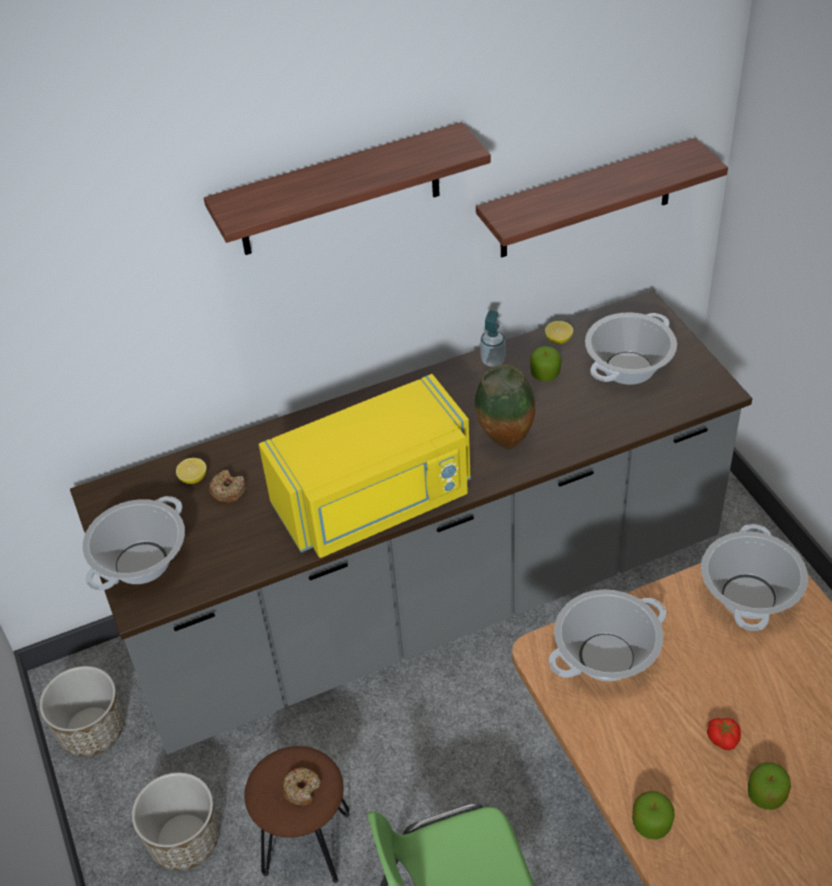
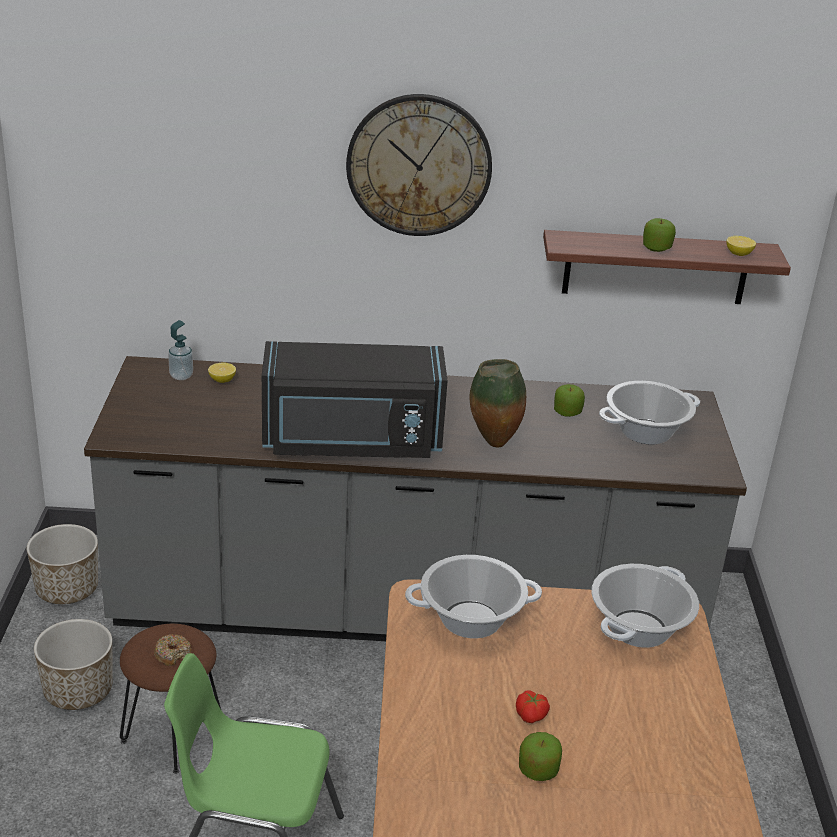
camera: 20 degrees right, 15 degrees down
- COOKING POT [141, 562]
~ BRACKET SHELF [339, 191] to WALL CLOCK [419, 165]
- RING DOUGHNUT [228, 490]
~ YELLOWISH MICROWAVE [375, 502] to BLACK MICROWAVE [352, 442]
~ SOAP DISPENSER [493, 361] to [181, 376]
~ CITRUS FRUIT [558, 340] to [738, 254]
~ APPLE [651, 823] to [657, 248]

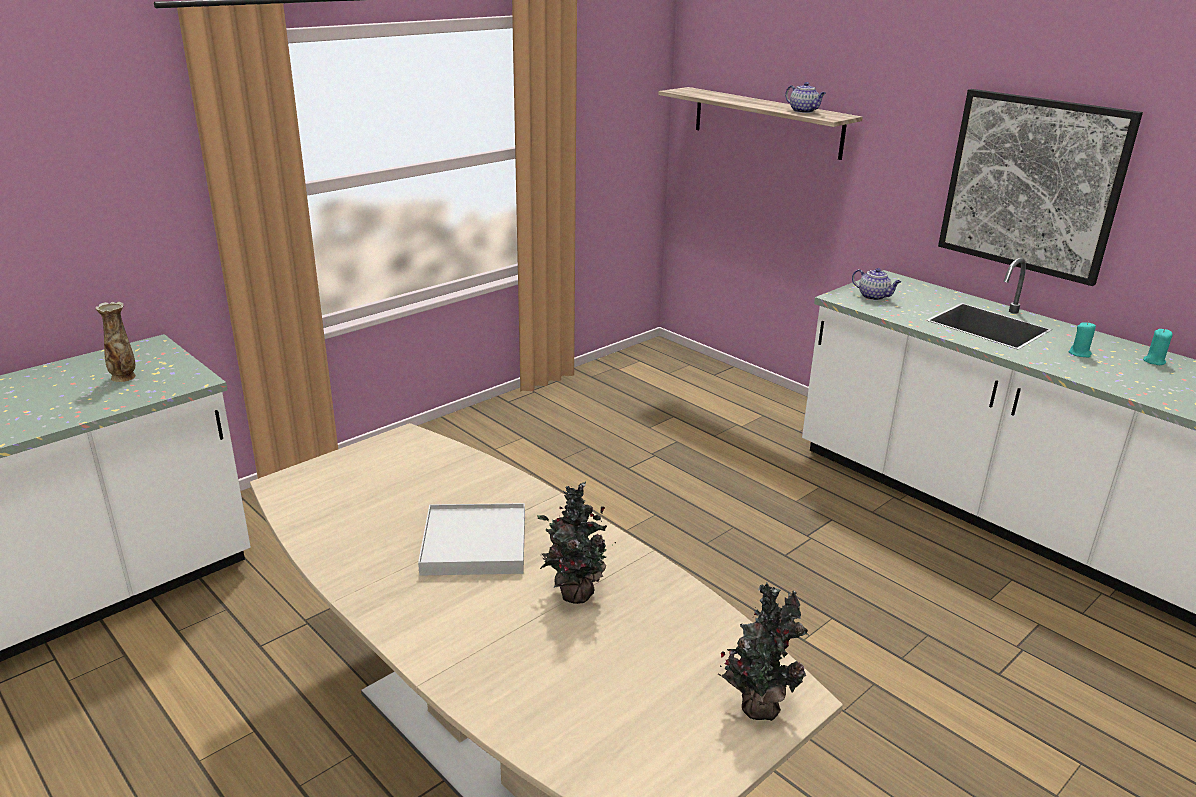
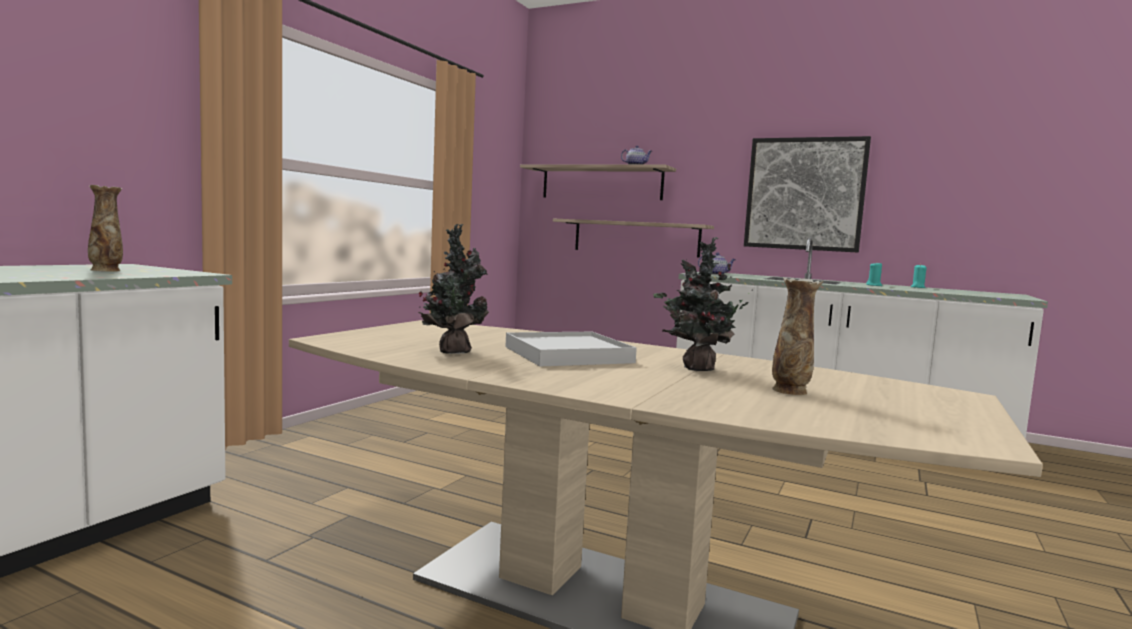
camera: 20 degrees left, 20 degrees down
~ HOUSEPLANT [757, 705] to [453, 351]
+ BRACKET SHELF [636, 238]
+ FLOWER VASE [790, 391]

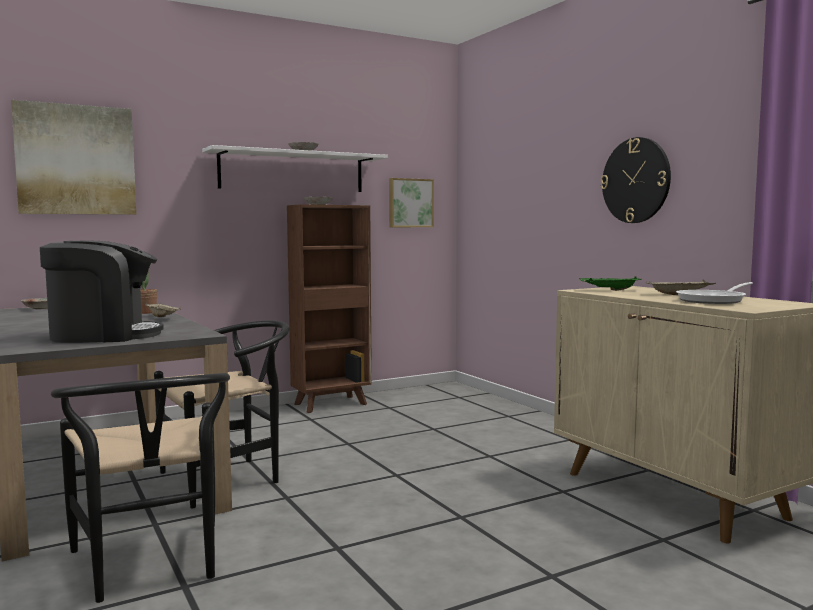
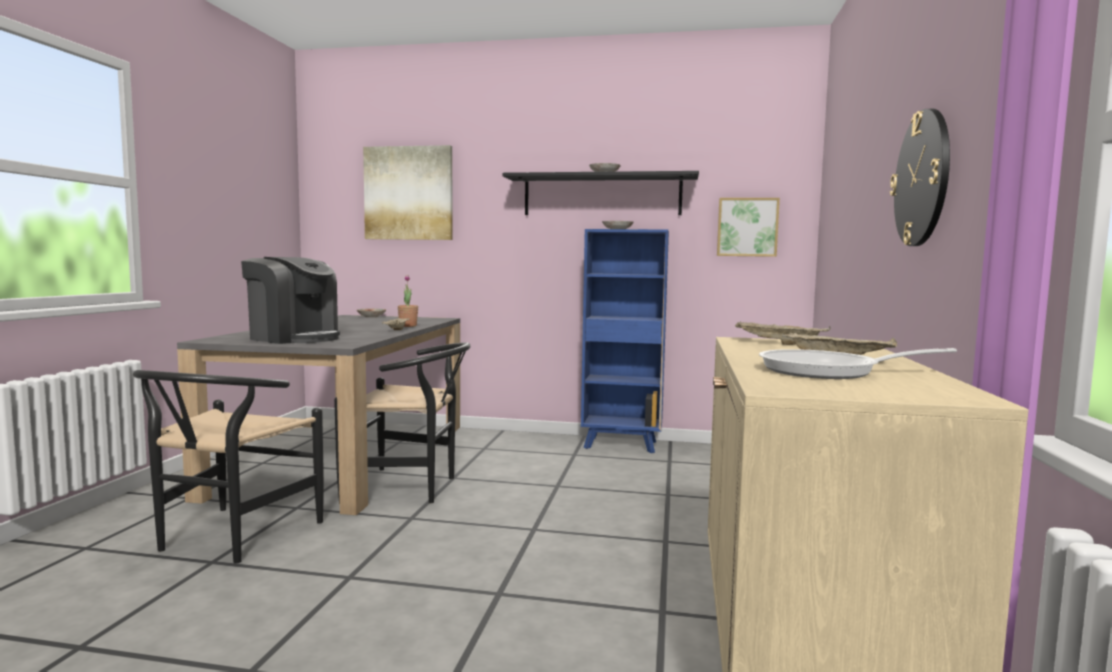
camera: 40 degrees right, 0 degrees up
~ WHITE BRACKET SHELF [292, 172] to BLACK BRACKET SHELF [602, 195]
~ BROWNISH SHELVING UNIT [332, 404] to BLUE SHELVING UNIT [622, 445]
~ GREEN CARRYING TRAY [609, 290] to SAND-COLOURED CARRYING TRAY [778, 343]

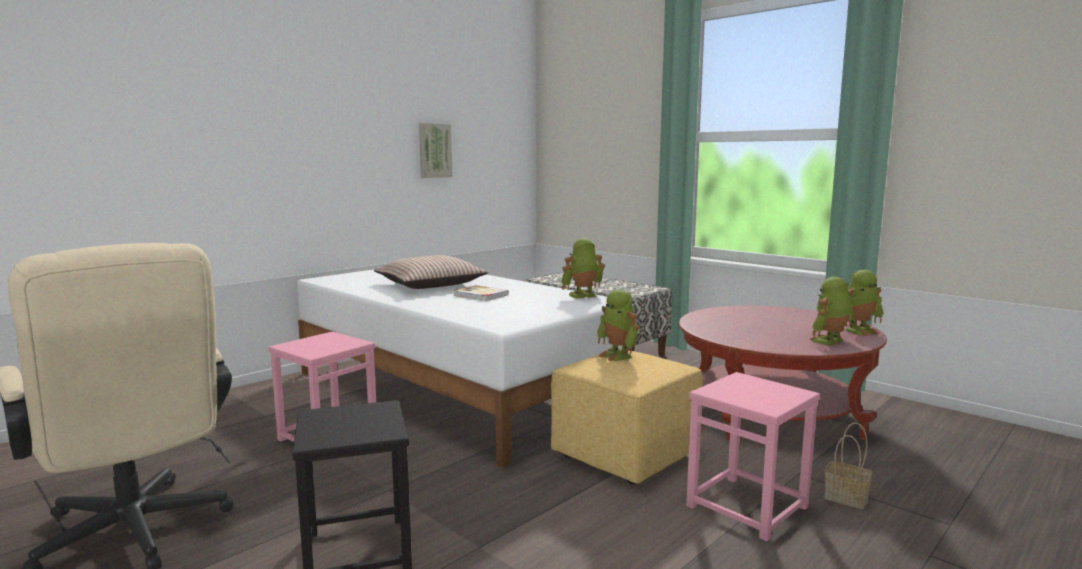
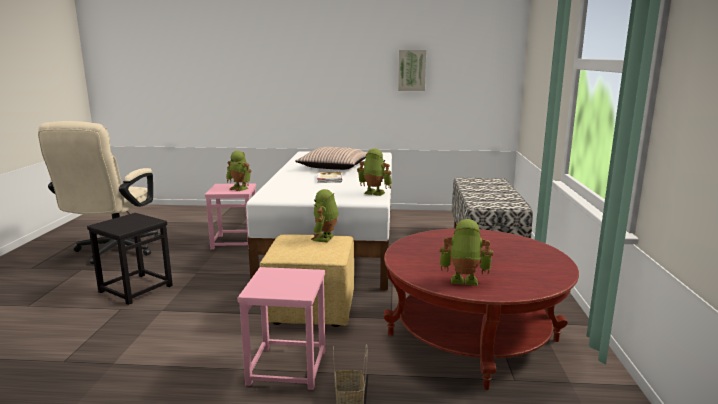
camera: 50 degrees right, 5 degrees up
~ MODEL ROBOT [859, 331] to [240, 188]

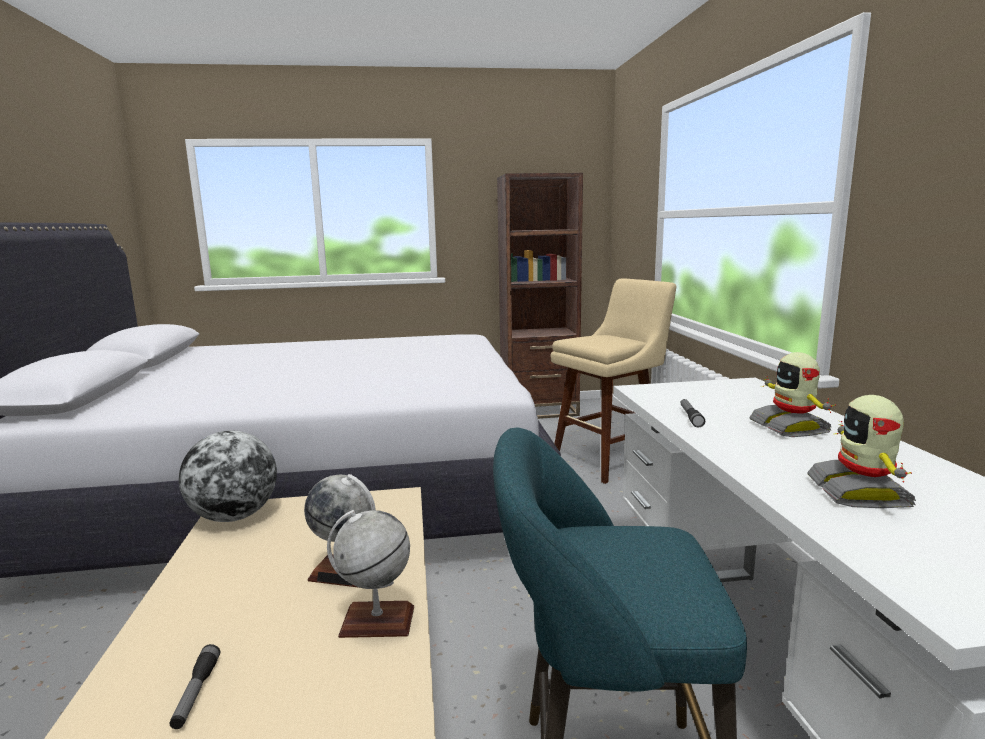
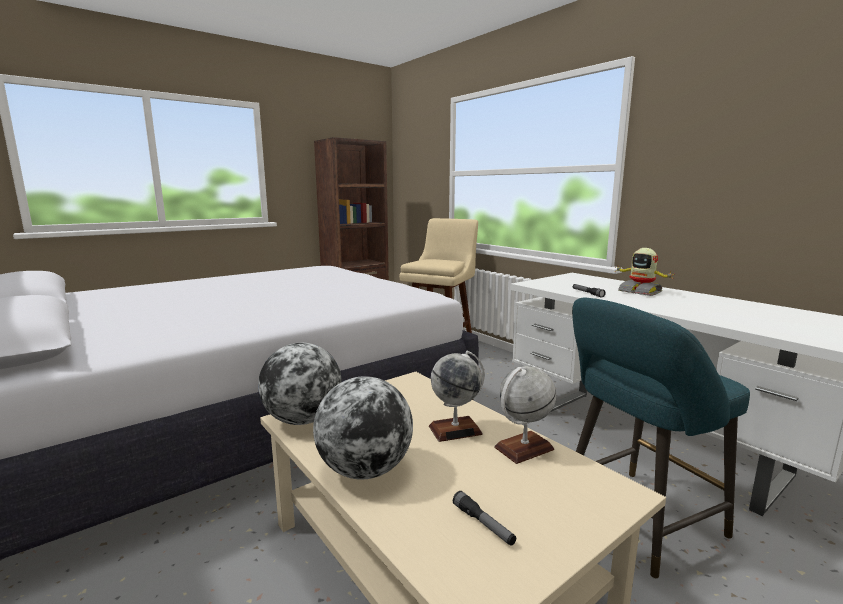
camera: 30 degrees left, 0 degrees up
- MODEL ROBOT [860, 492]
+ GLOBE [364, 470]

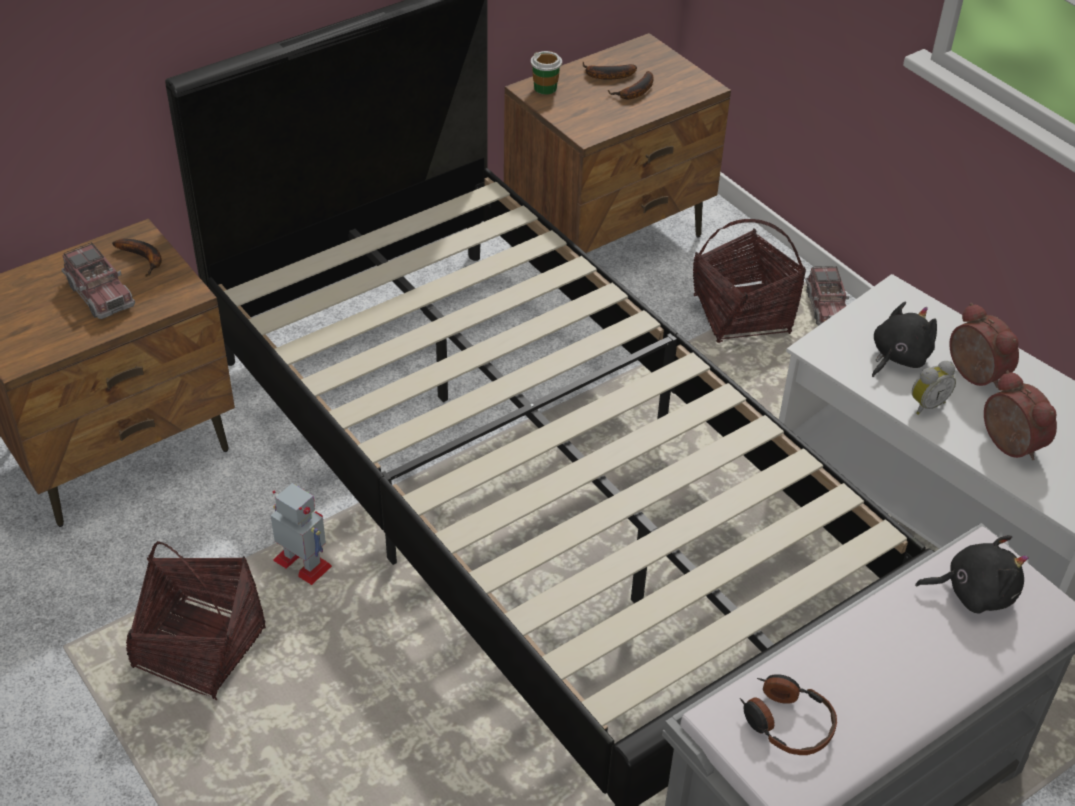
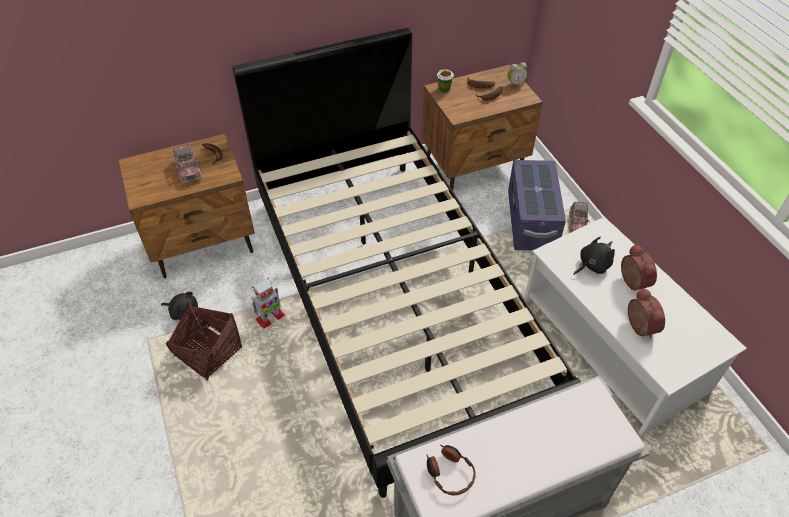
camera: 15 degrees right, 5 degrees up
~ MODEL ROBOT [303, 565] = [270, 318] 90 degrees clockwise
~ STORAGE BASKET [742, 315] to PURPLISH STORAGE BOX [531, 221]
~ BEDSIDE CLOCK [926, 404] to [515, 83]
~ BLACK PLUSH TOY [973, 592] to [183, 311]

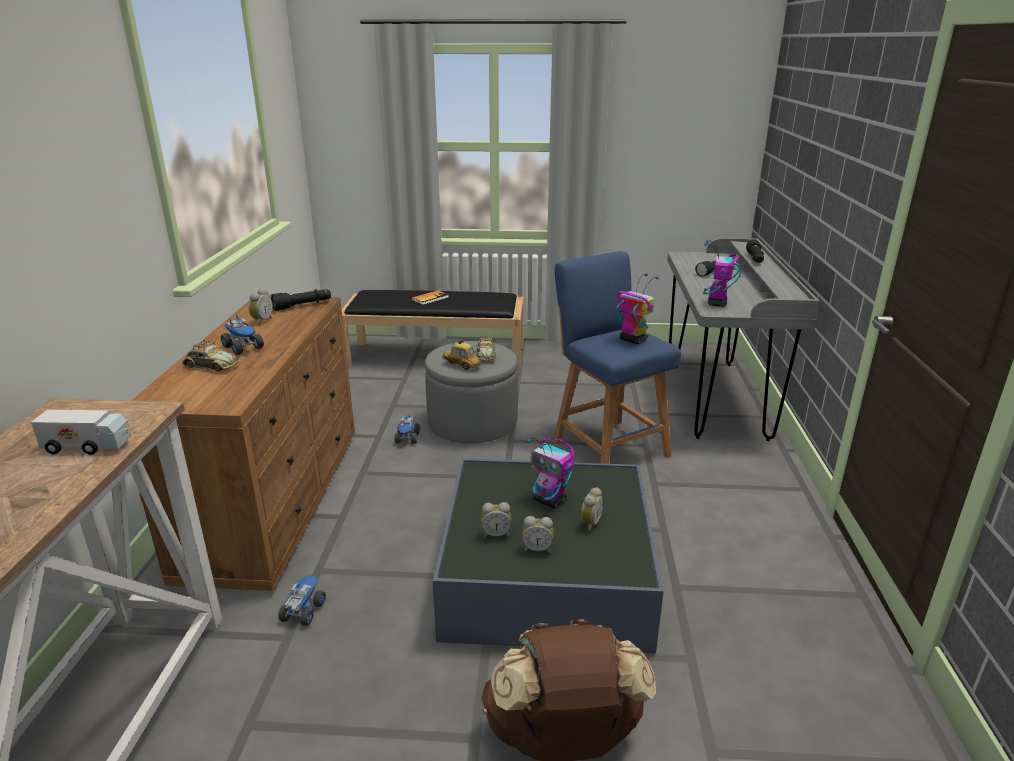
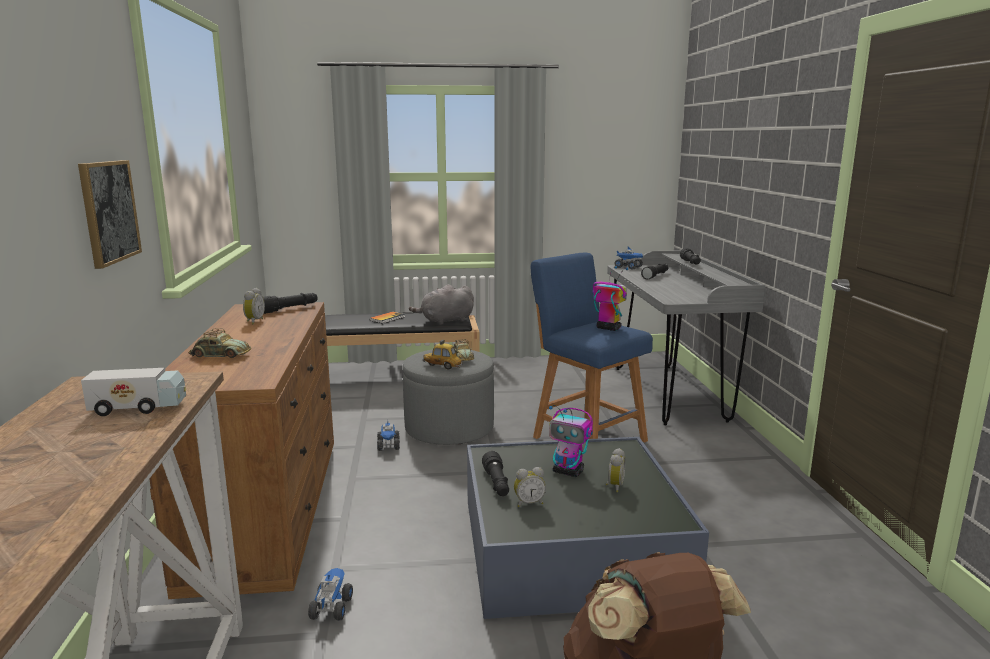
camera: 10 degrees left, 10 degrees down
~ TOY LORRY [244, 348] to [628, 267]
- BEDSIDE CLOCK [537, 549]
- MODEL ROBOT [717, 303]
+ WALL ART [108, 211]
+ GRAY PLUSH TOY [445, 321]
+ BLACK TORCH [497, 484]

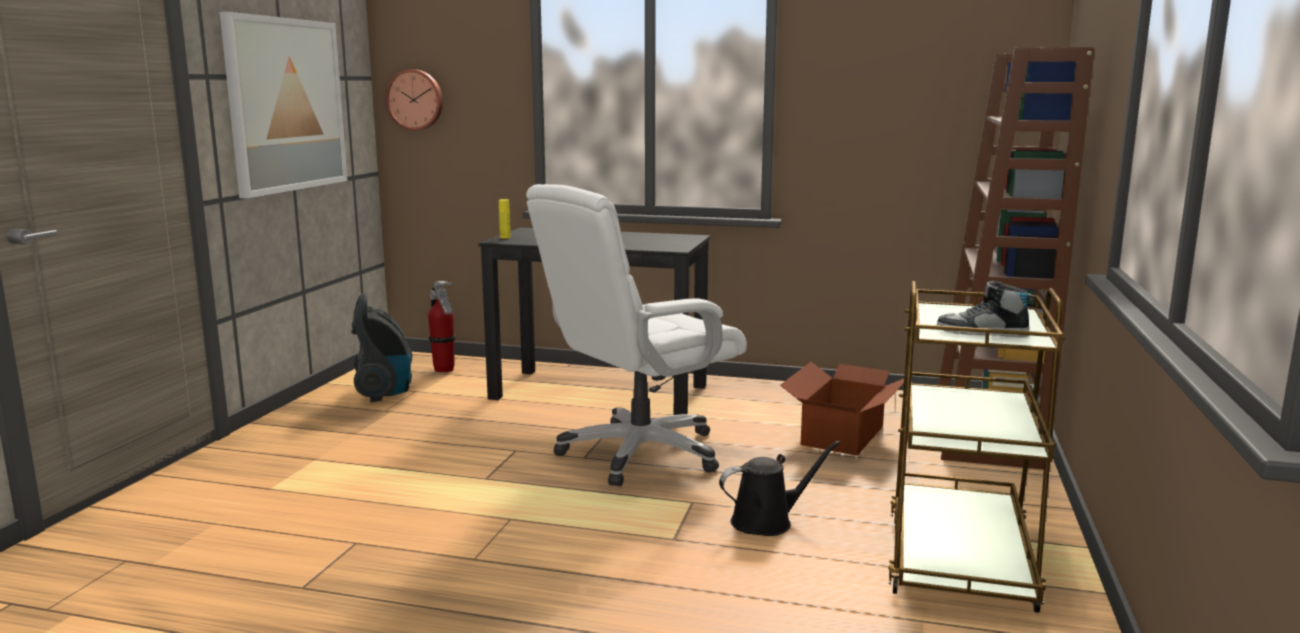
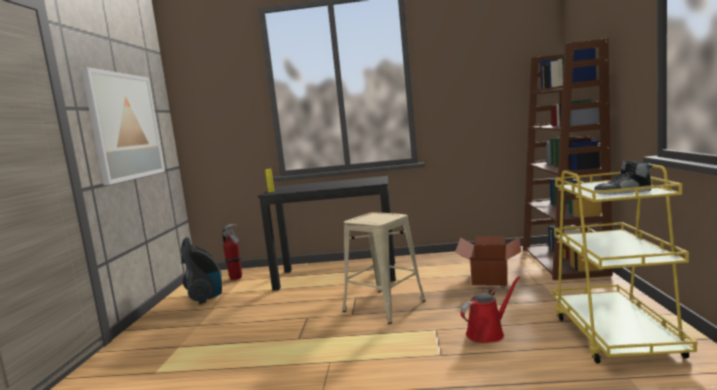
camera: 10 degrees left, 5 degrees down
- WALL CLOCK [415, 100]
~ WHITE OFFICE CHAIR [639, 453] to SAND-COLOURED STOOL [383, 306]
~ BLACK WATERING CAN [767, 521] to RED WATERING CAN [488, 333]
~ BROWNISH CART [959, 560] to YELLOWISH CART [614, 335]

